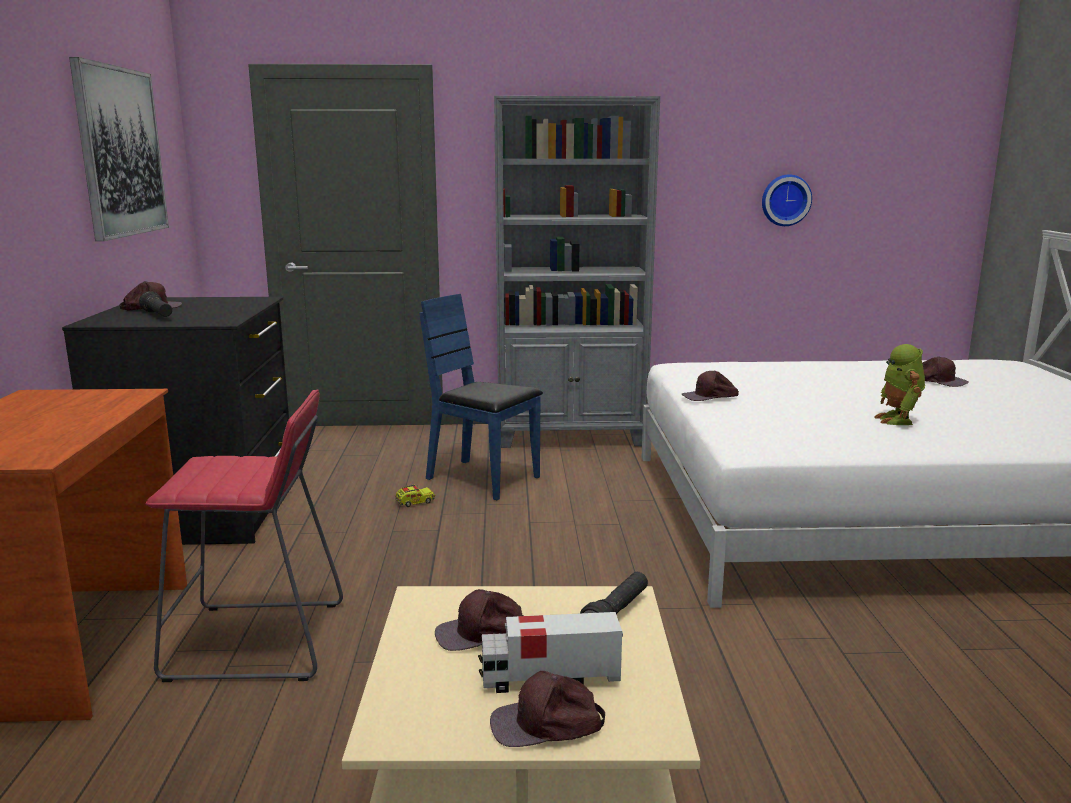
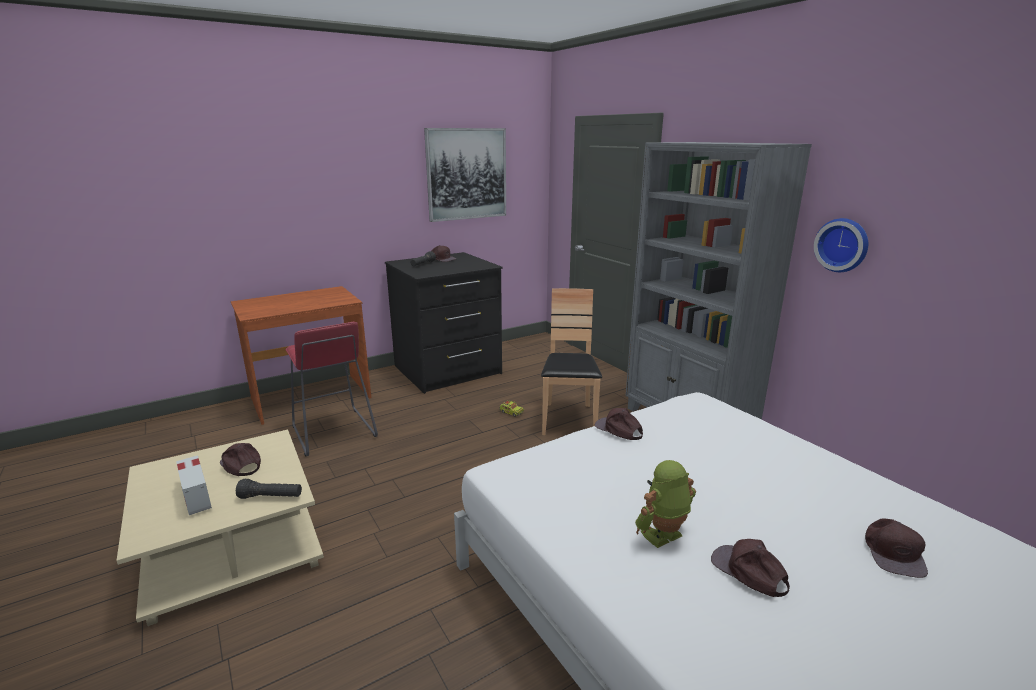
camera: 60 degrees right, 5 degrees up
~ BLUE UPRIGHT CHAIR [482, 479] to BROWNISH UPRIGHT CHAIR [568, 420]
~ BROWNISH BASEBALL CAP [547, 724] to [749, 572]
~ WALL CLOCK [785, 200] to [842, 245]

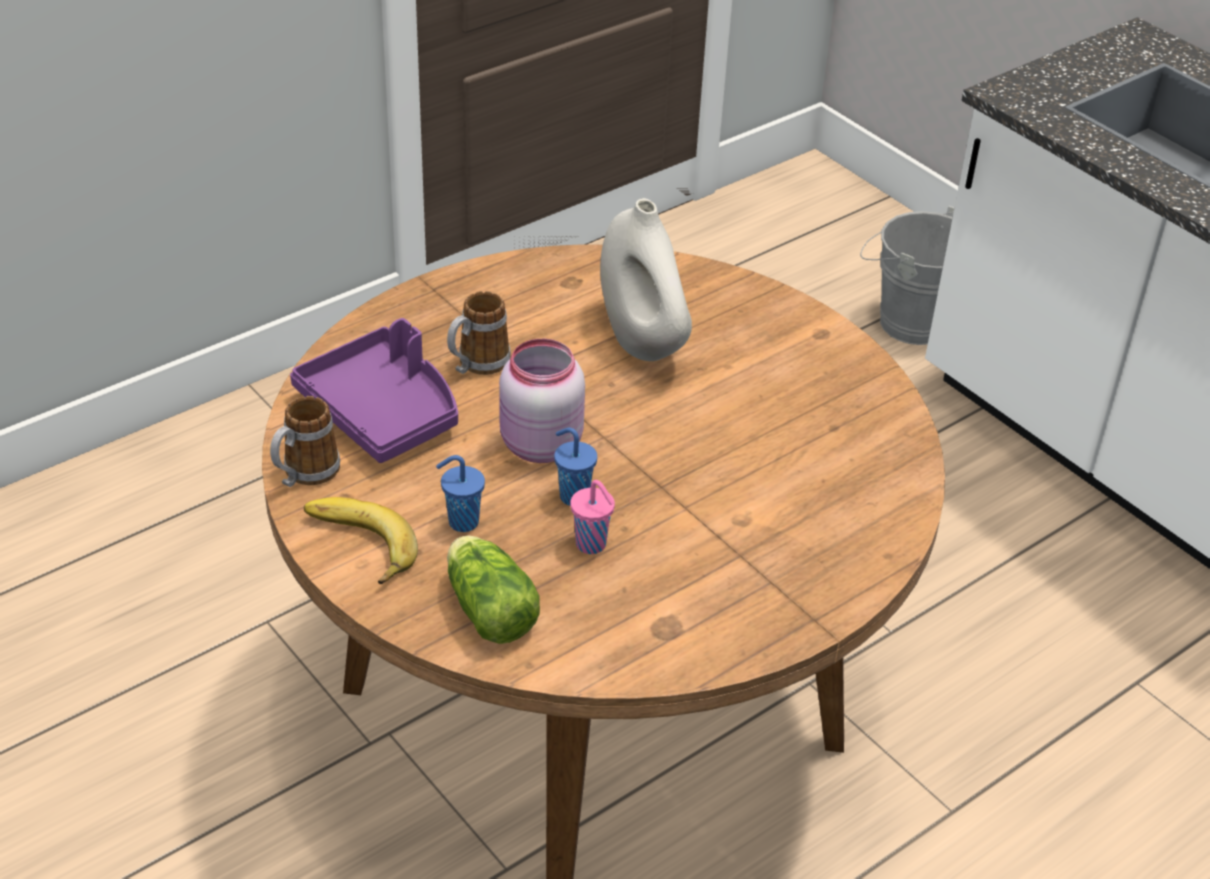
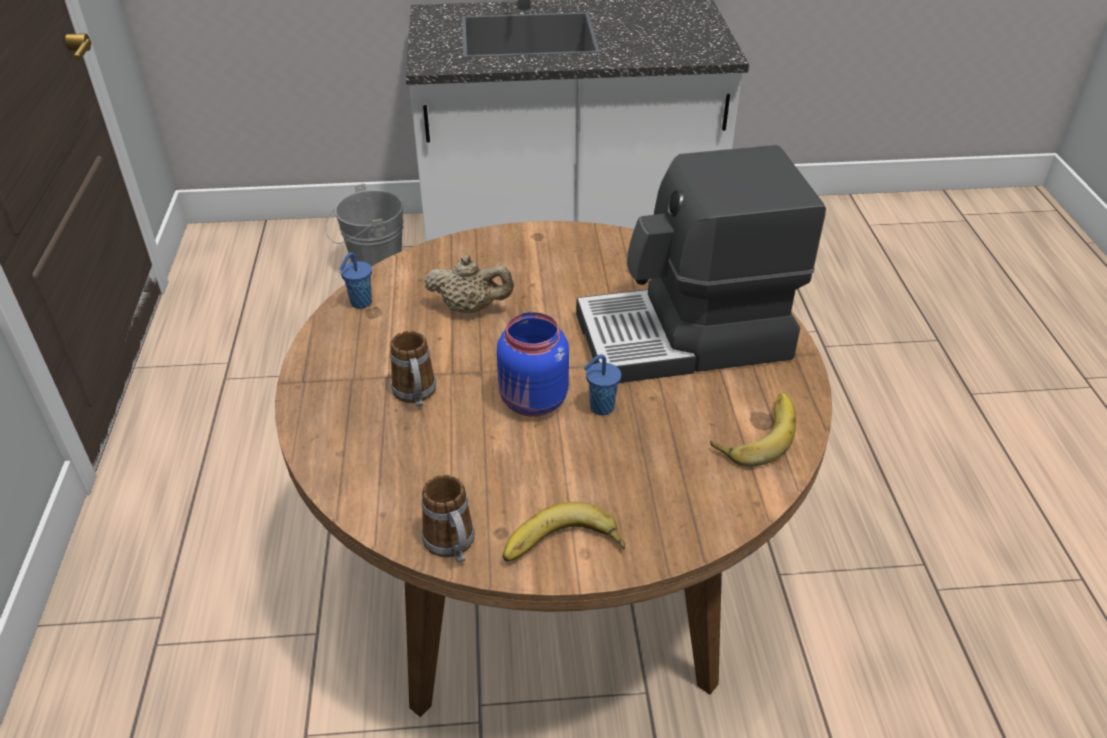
camera: 55 degrees left, 0 degrees up
- PURPLISH CARRYING TRAY [383, 411]
~ BLUE SMALL CUP [461, 522] to [360, 303]
- LETTUCE HEAD [488, 607]
~ PINK STORAGE JAR [538, 445] to BLUE STORAGE JAR [533, 402]
- PINK SMALL CUP [592, 545]
~ WHITE FLOWER VASE [642, 341] to SAND-COLOURED TEAPOT [470, 308]
+ COFFEE BREWER [685, 338]
+ BANANA [755, 433]

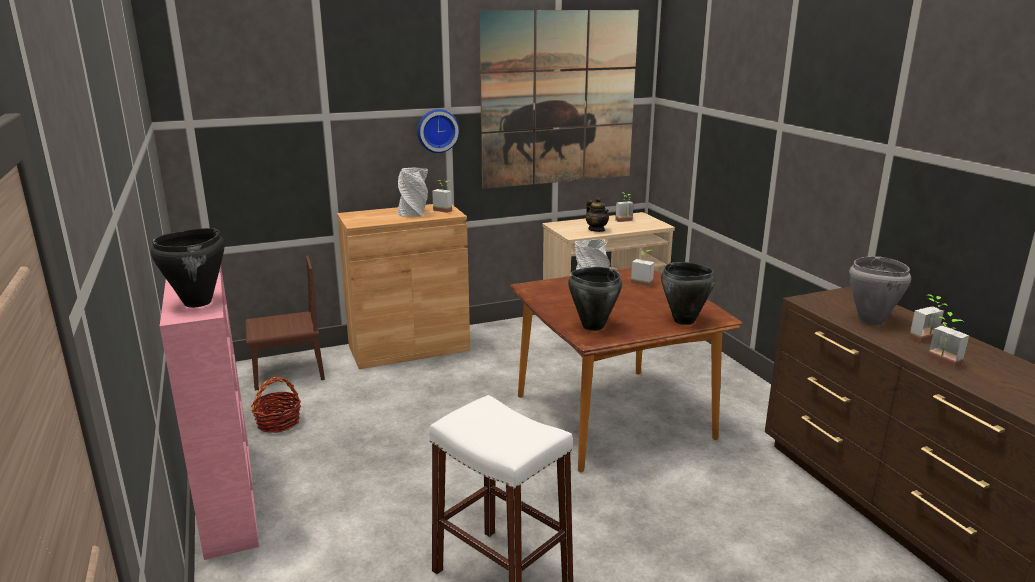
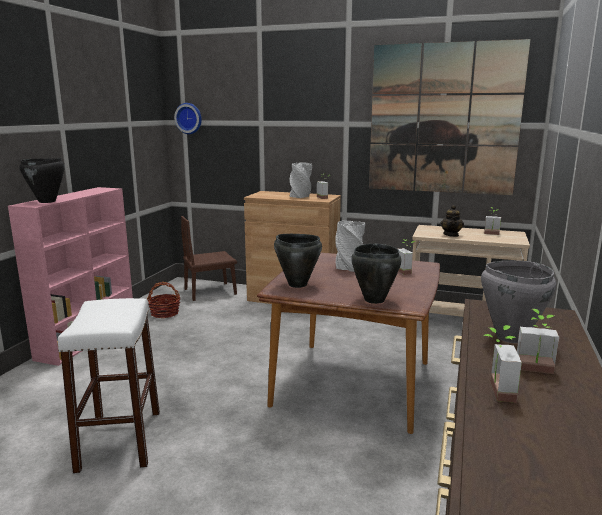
camera: 40 degrees right, 5 degrees down
~ BROWNISH UPRIGHT CHAIR [288, 373] = [210, 291] 135 degrees clockwise
~ WALL CLOCK [437, 130] to [189, 118]

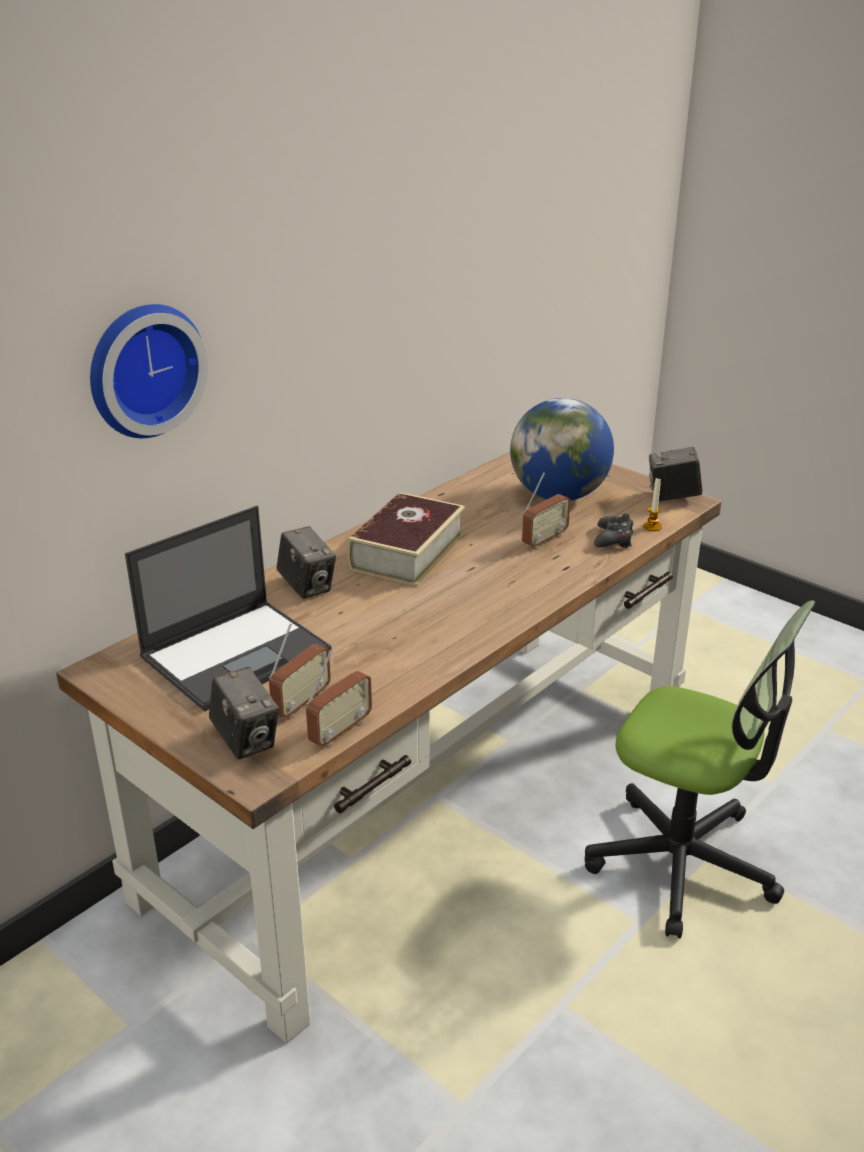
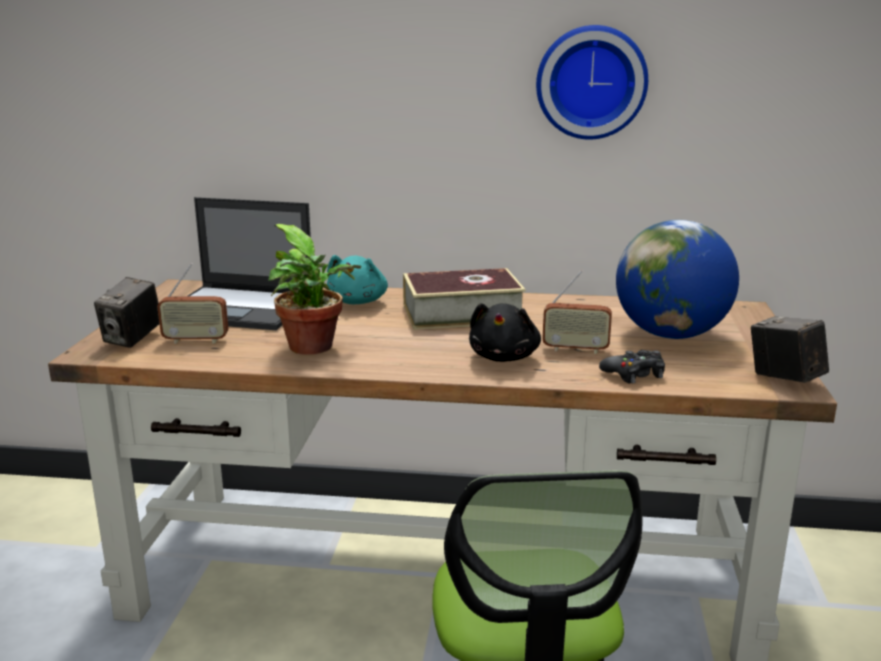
camera: 55 degrees right, 10 degrees down
~ WALL CLOCK [142, 369] to [591, 82]
~ STILL CAMERA [307, 587] to TURQUOISE PLUSH TOY [358, 301]
- RADIO RECEIVER [340, 731]
- WAX CANDLE [652, 527]
+ HOUSEPLANT [314, 348]
+ BLACK PLUSH TOY [504, 357]

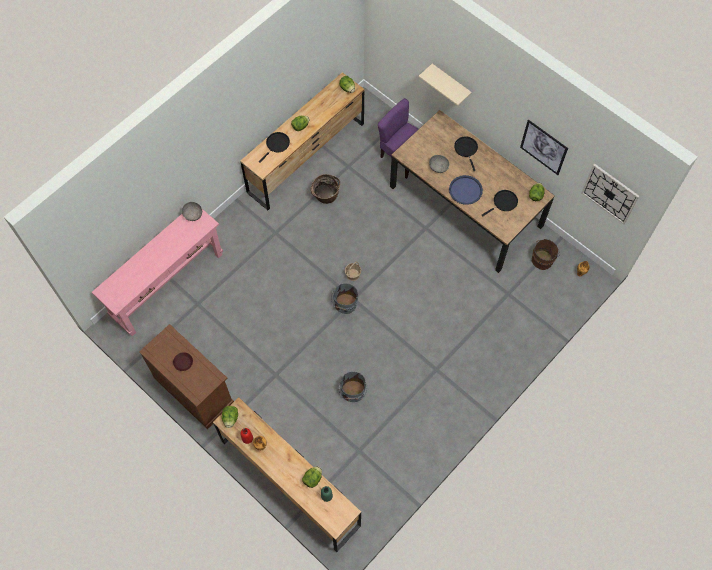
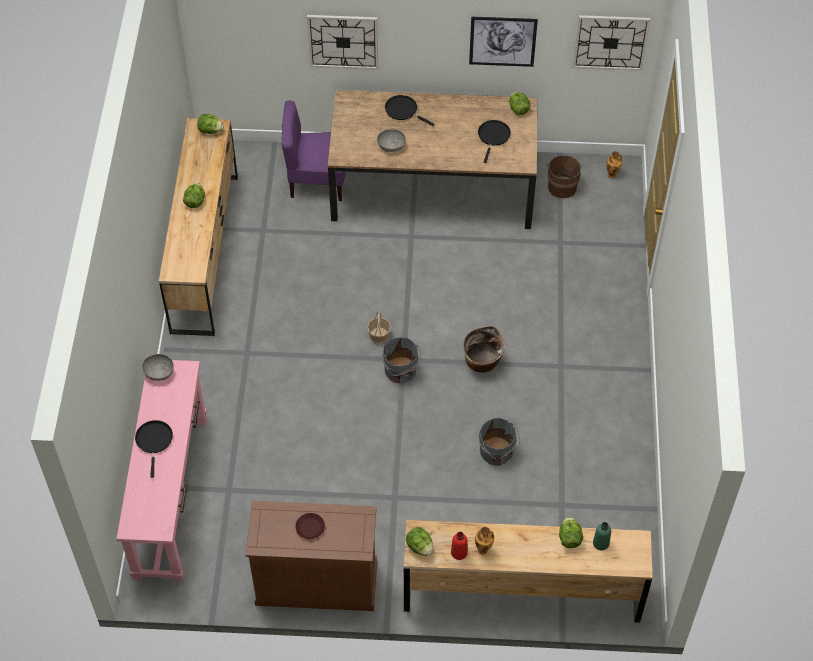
camera: 40 degrees left, 10 degrees down
~ BLACK SKILLET [276, 145] to [154, 441]
~ STORAGE BASKET [325, 196] to [482, 363]
~ SAND-COLOURED BRACKET SHELF [450, 83] to WALL CLOCK [343, 41]
- BLUE CARRYING TRAY [465, 190]

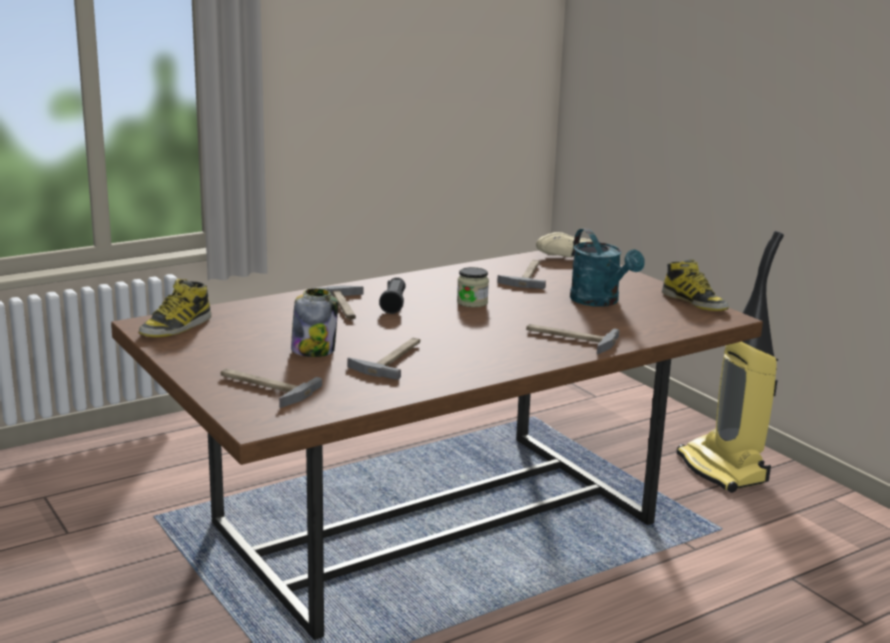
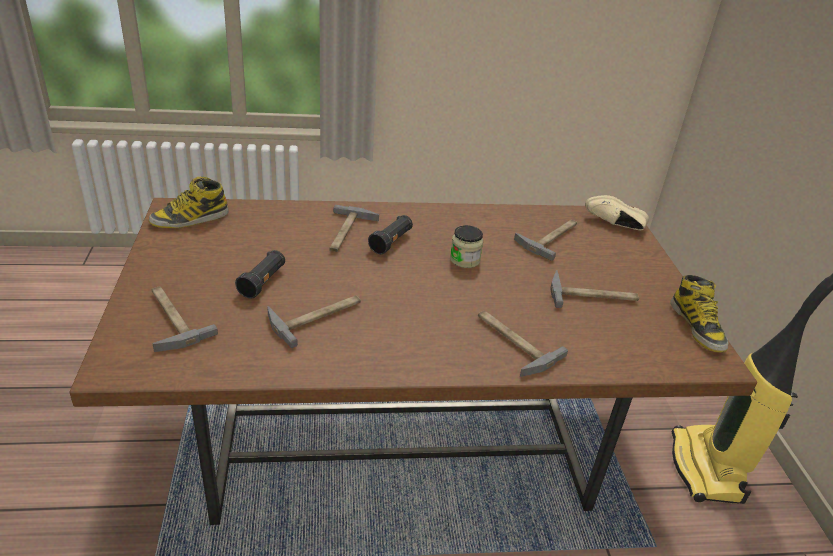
camera: 25 degrees right, 15 degrees up
~ STORAGE JAR [314, 350] to BLACK TORCH [263, 282]
~ TURQUOISE WATERING CAN [600, 301] to HAMMER [593, 295]

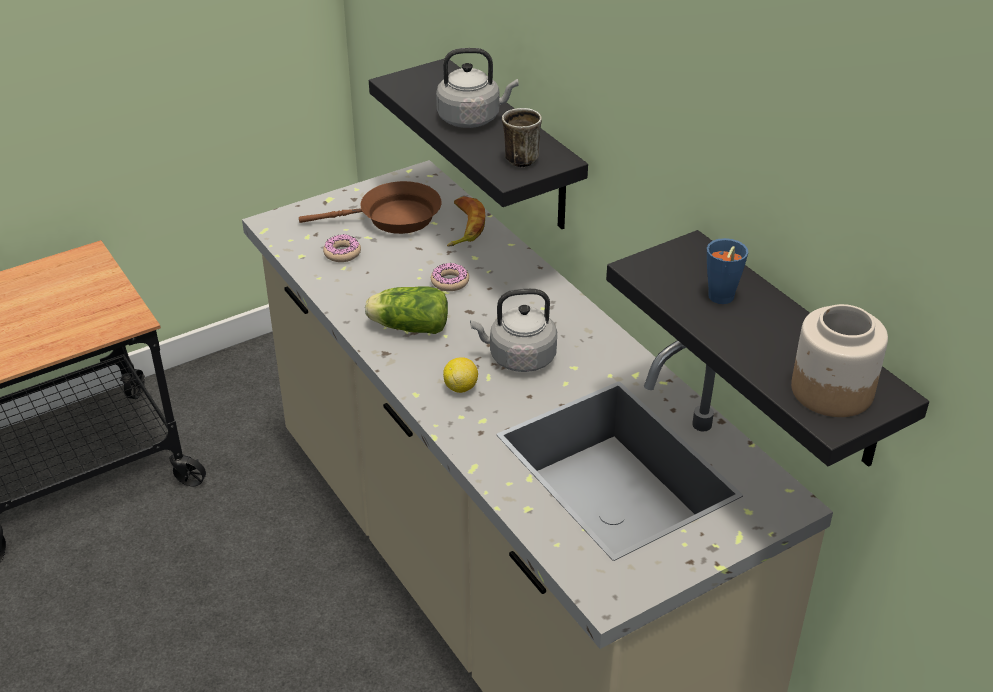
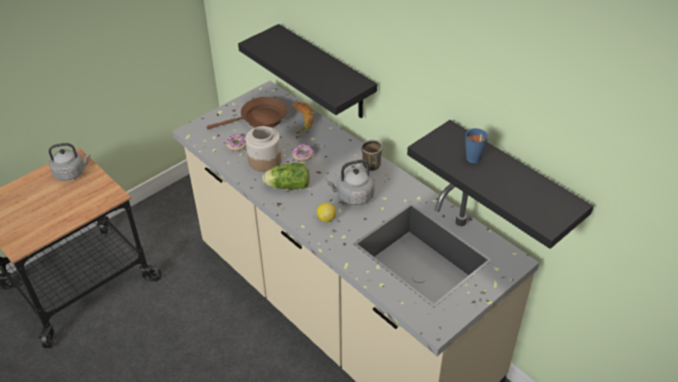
camera: 10 degrees left, 5 degrees up
~ GRAY KETTLE [472, 119] to [72, 173]
~ COFFEE MUG [520, 157] to [370, 164]
~ STORAGE JAR [831, 390] to [264, 160]

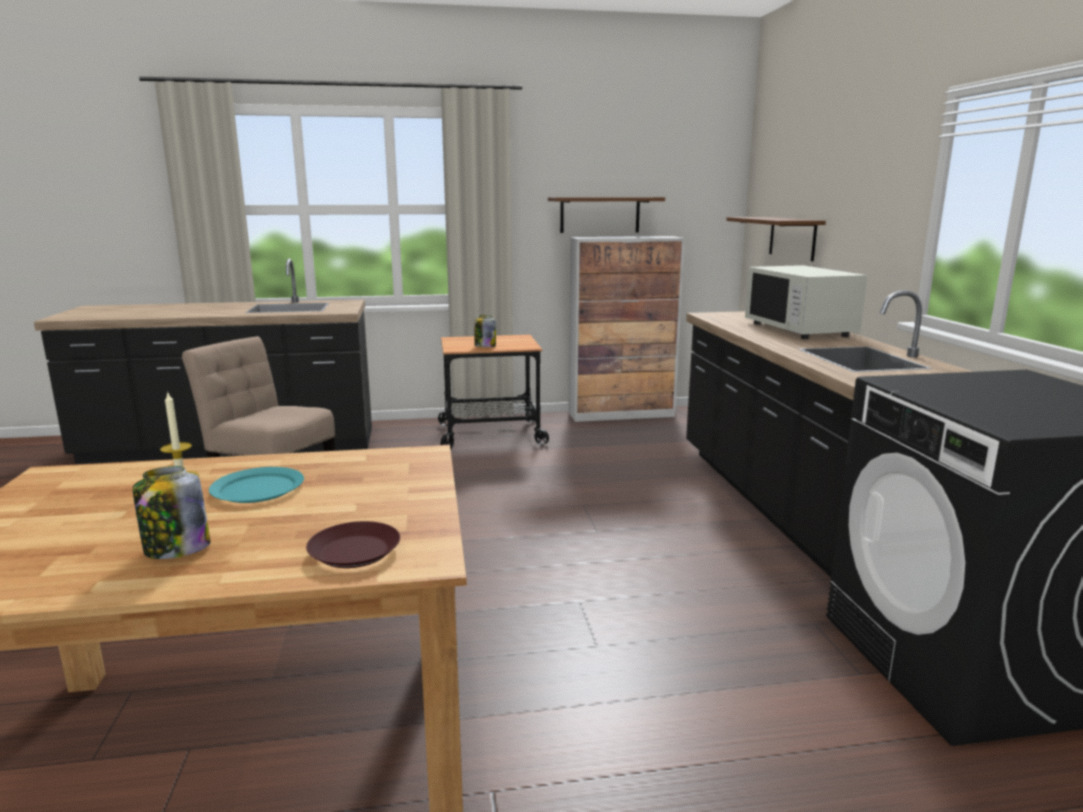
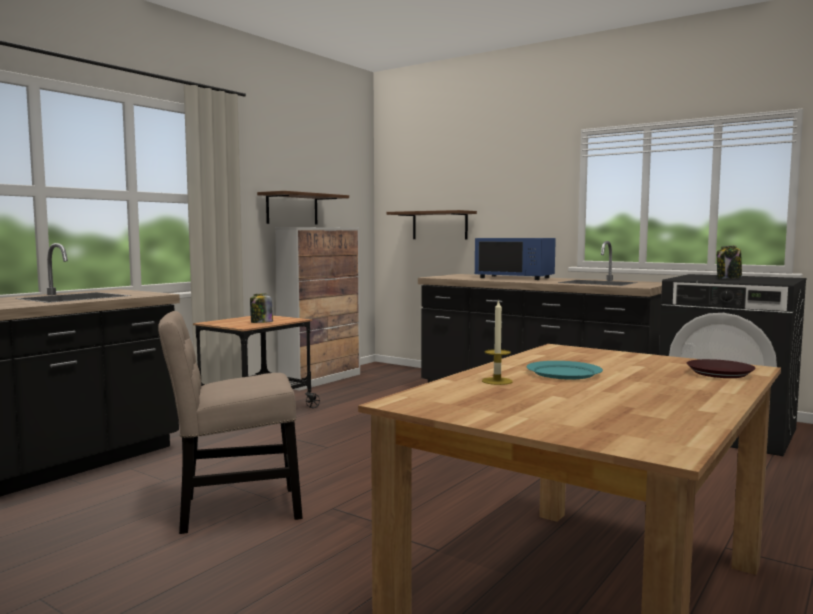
camera: 45 degrees left, 10 degrees down
~ STORAGE JAR [176, 549] to [729, 278]
~ WHITE MICROWAVE [800, 329] to BLUE MICROWAVE [515, 278]

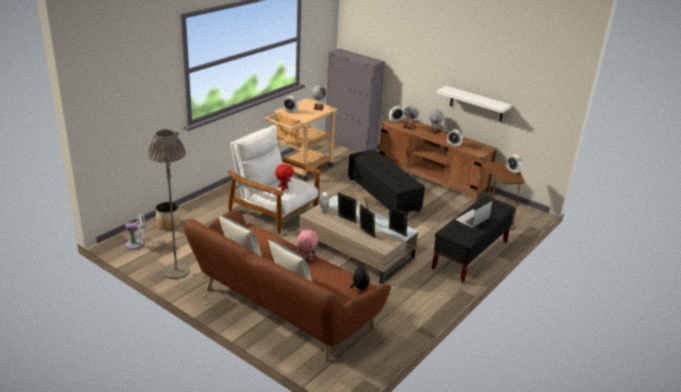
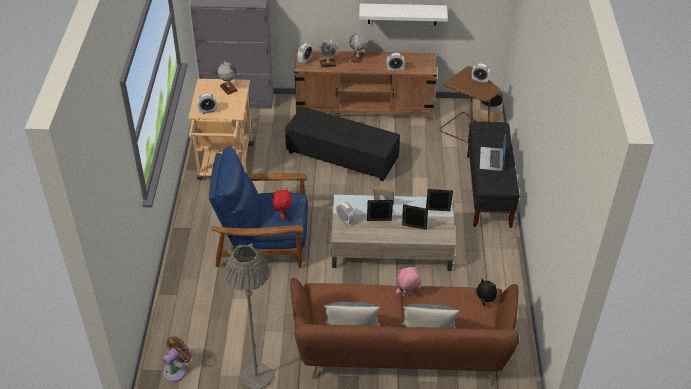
camera: 35 degrees left, 15 degrees up
~ WHITE COOLING FAN [137, 244] to BROWNISH COOLING FAN [176, 370]
~ FLOWER POT [168, 224] to [489, 116]
~ WHITE LOUNGE CHAIR [274, 211] to BLUE LOUNGE CHAIR [263, 241]

